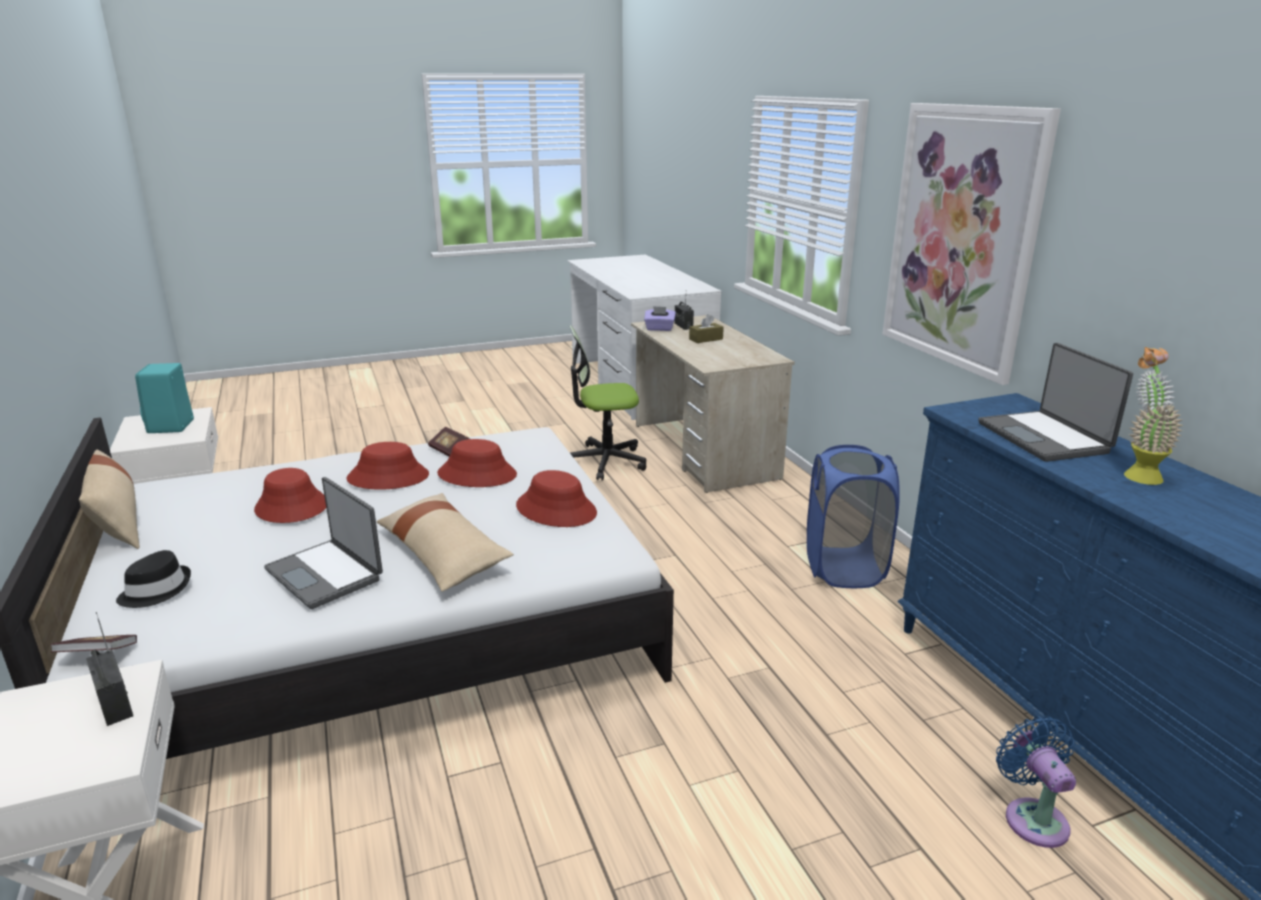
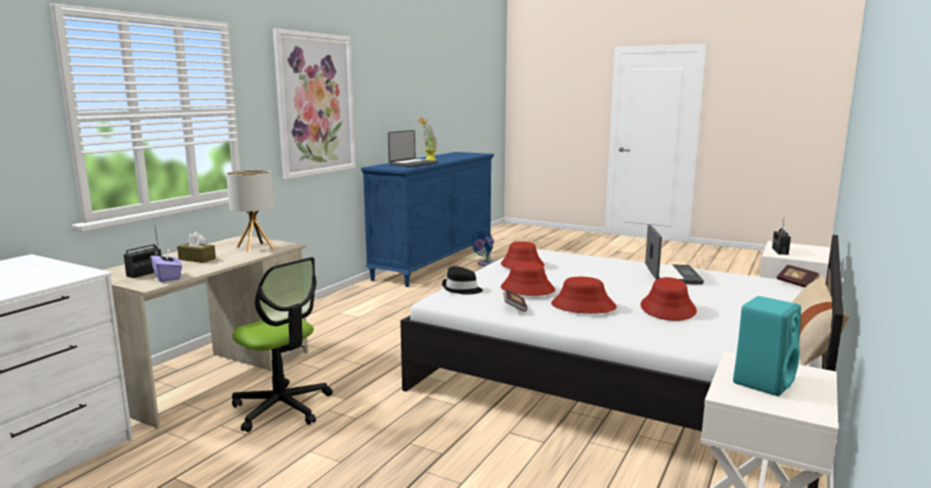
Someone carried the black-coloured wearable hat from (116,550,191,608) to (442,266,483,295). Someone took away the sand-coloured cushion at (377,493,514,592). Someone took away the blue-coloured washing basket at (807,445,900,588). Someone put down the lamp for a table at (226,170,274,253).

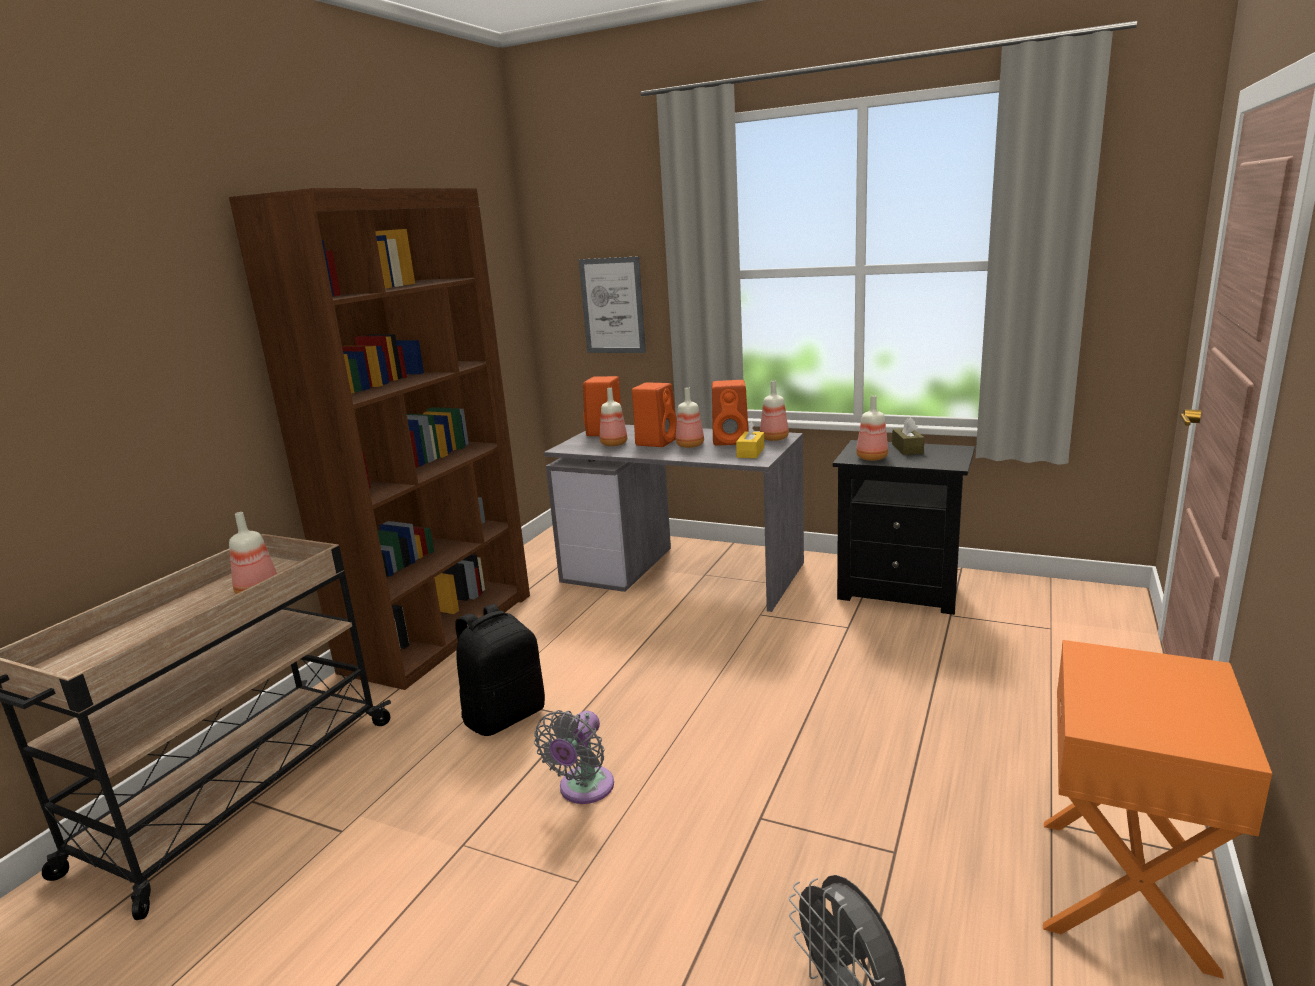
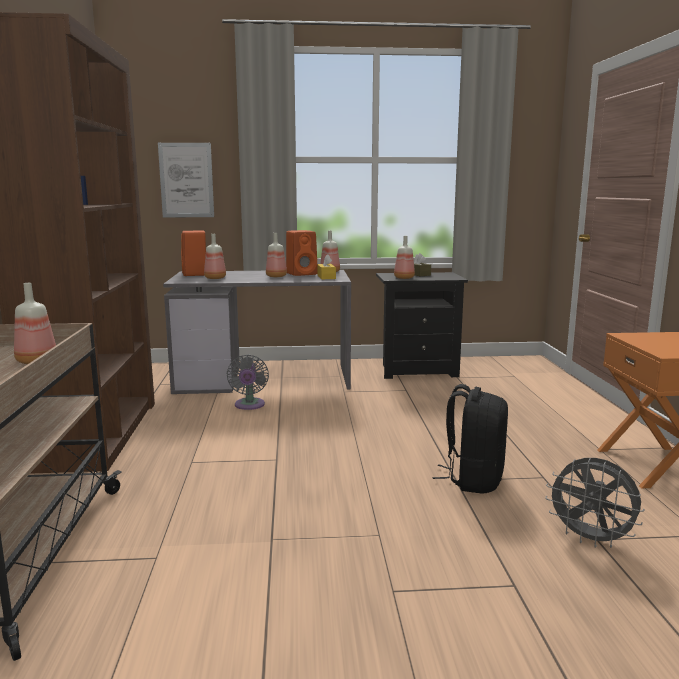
Someone carried the black-coloured knapsack from (455,604,545,736) to (432,384,508,494). Someone carried the greyish fan from (534,710,614,804) to (227,355,269,410). Someone took away the orangey speaker at (632,382,677,447).

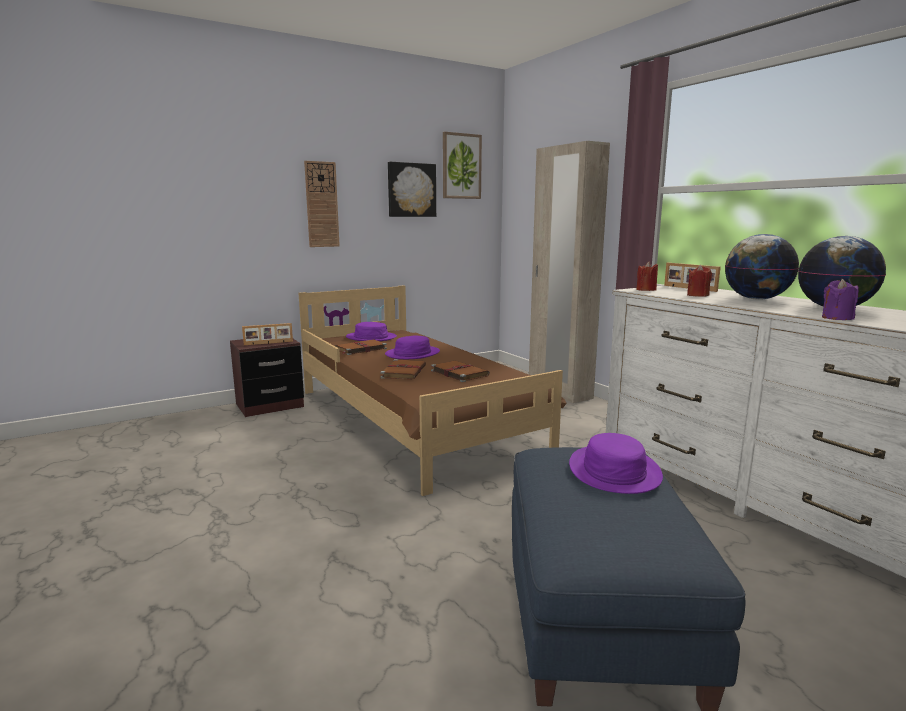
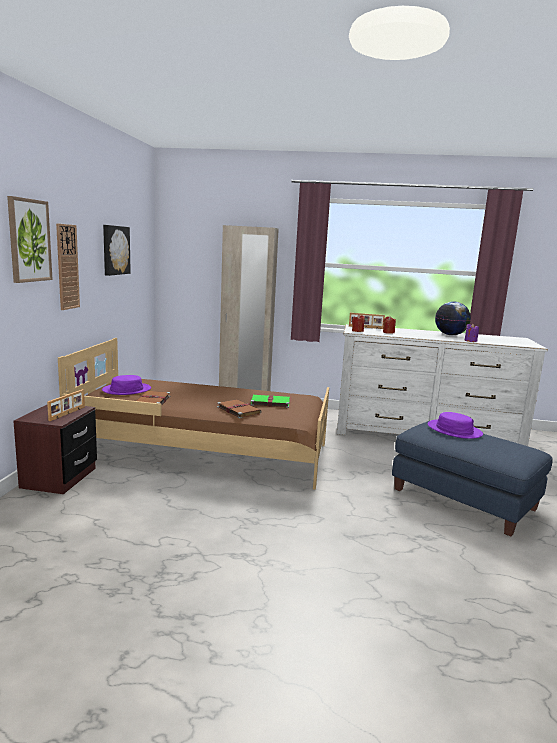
Someone took away the purple-coloured wearable hat at (385,335,440,359). Someone repainted the brown-coloured bound book at (431,361,490,382), which became the green bound book at (249,395,290,408). Someone carried the wall picture from (443,132,482,199) to (7,196,53,283). Someone took away the desk globe at (725,234,799,300).

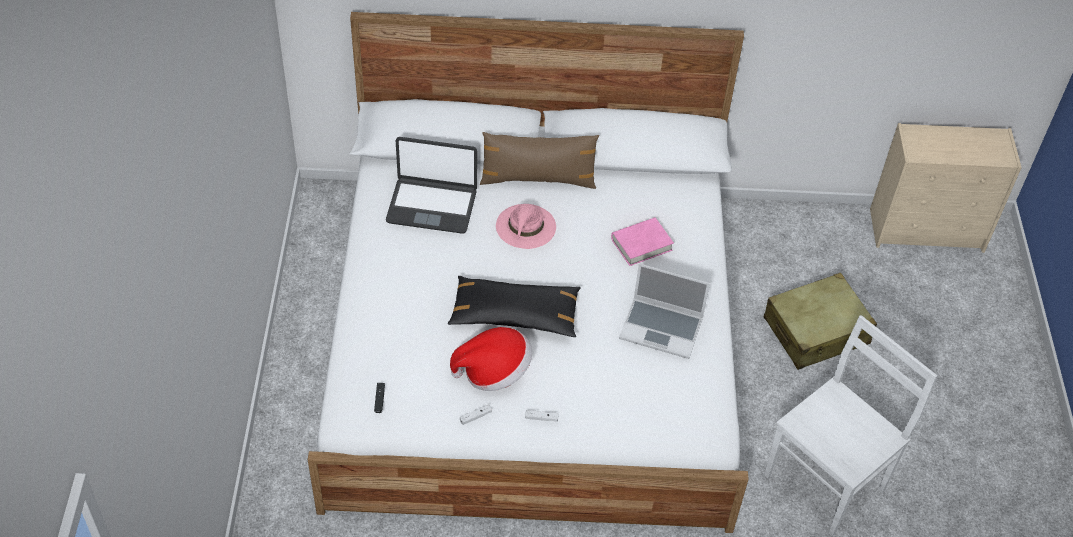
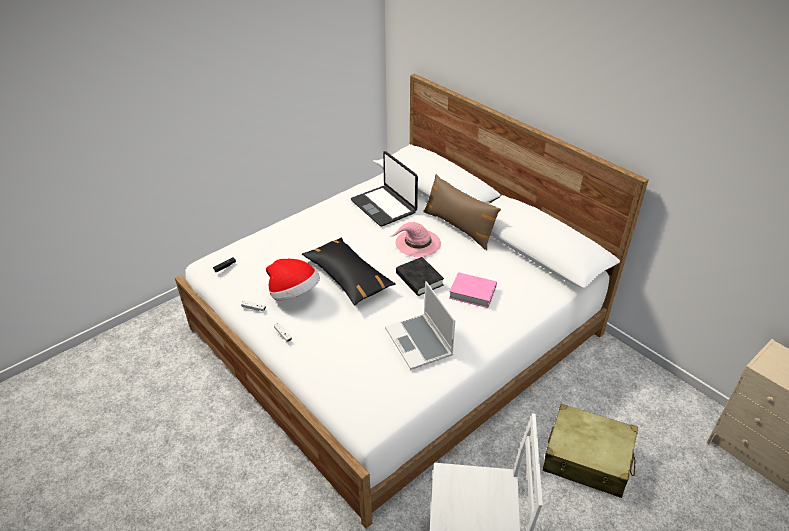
Someone put down the black-coloured bound book at (396,257,444,296).

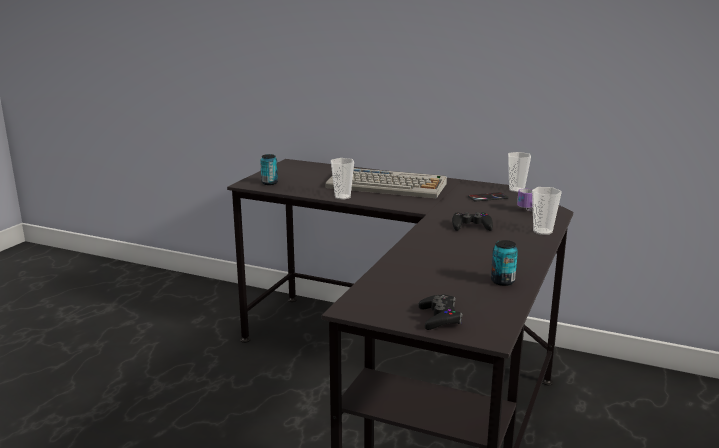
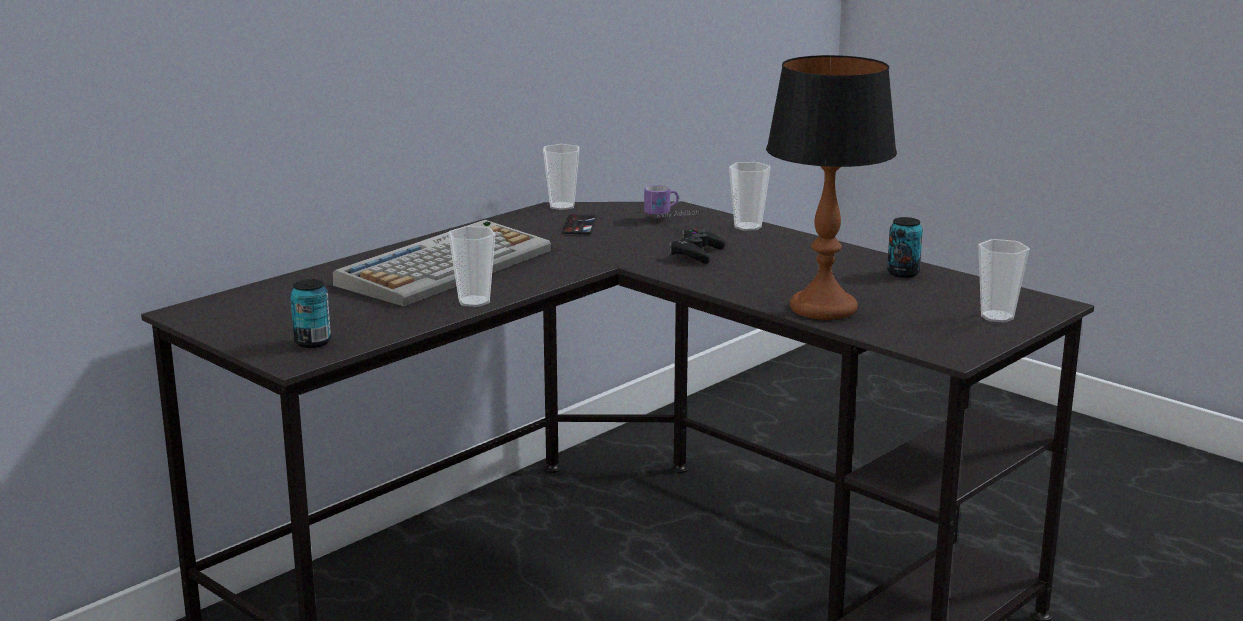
Someone swapped the black-coloured joypad at (418,294,462,330) for the small cup at (978,239,1030,323). Someone put down the lamp for a table at (766,55,897,320).

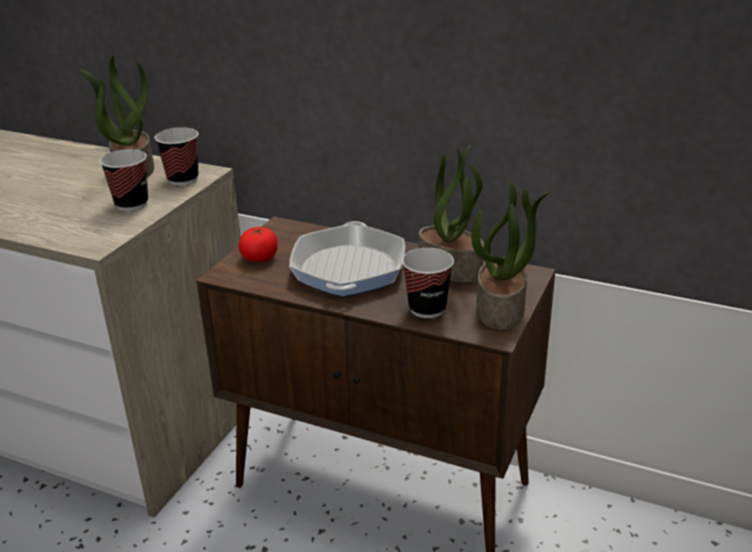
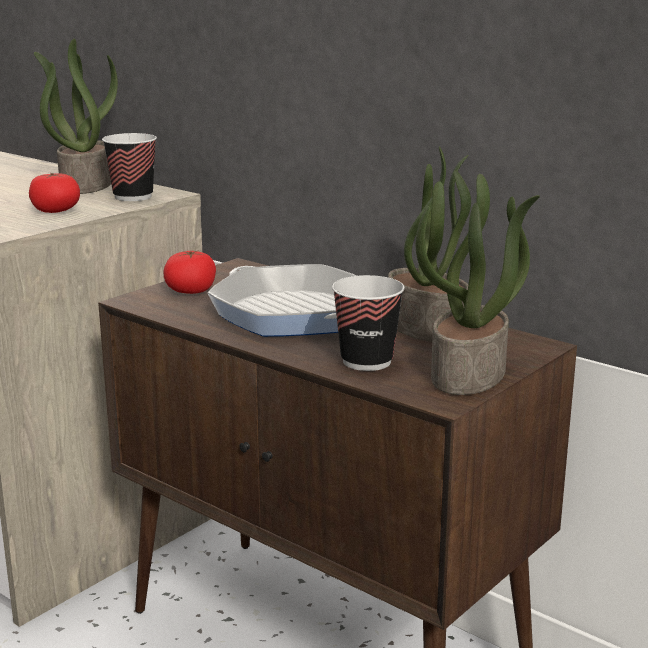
Someone swapped the small cup at (100,149,148,211) for the tomato at (29,173,80,213). Someone rotated the skillet at (289,221,405,297) by 120 degrees clockwise.

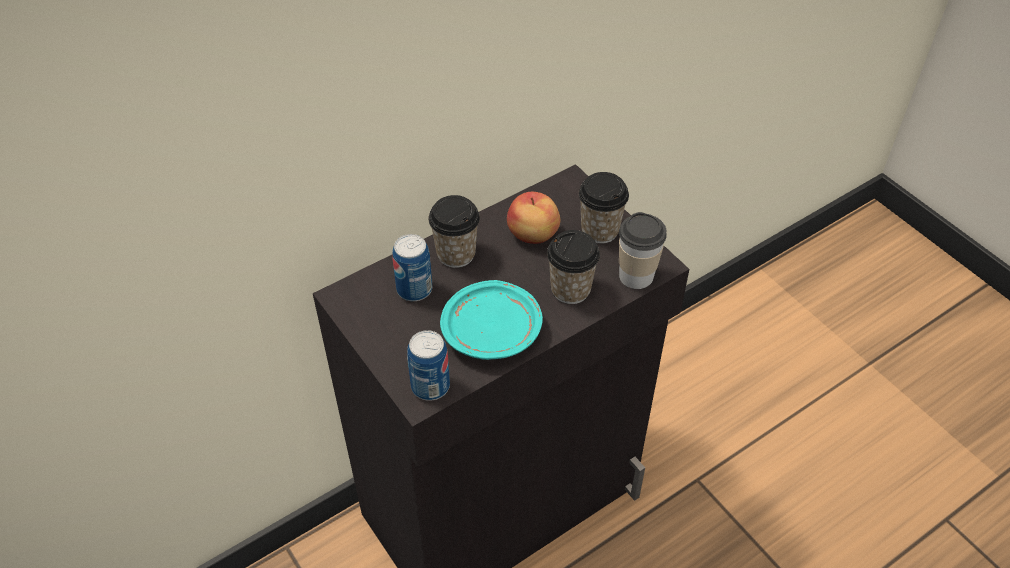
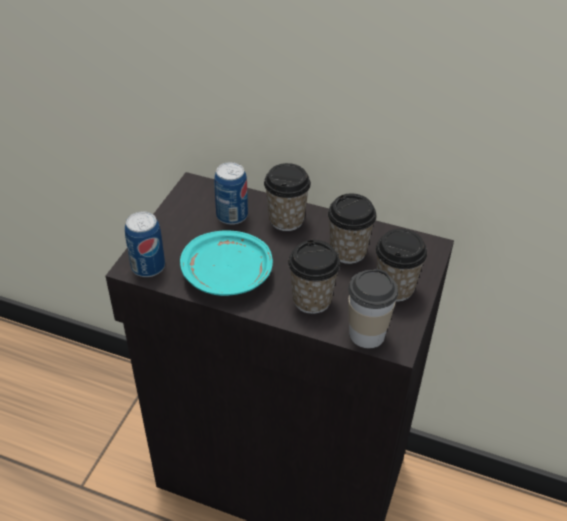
Someone swapped the apple fruit at (507,192,560,244) for the small cup at (328,193,377,264).

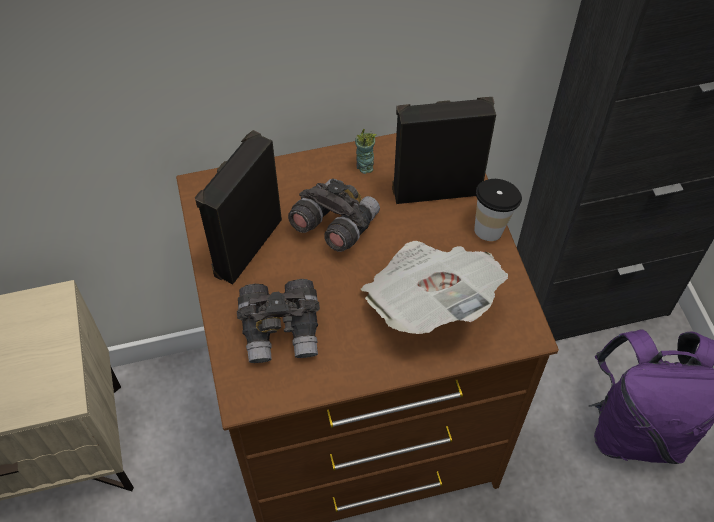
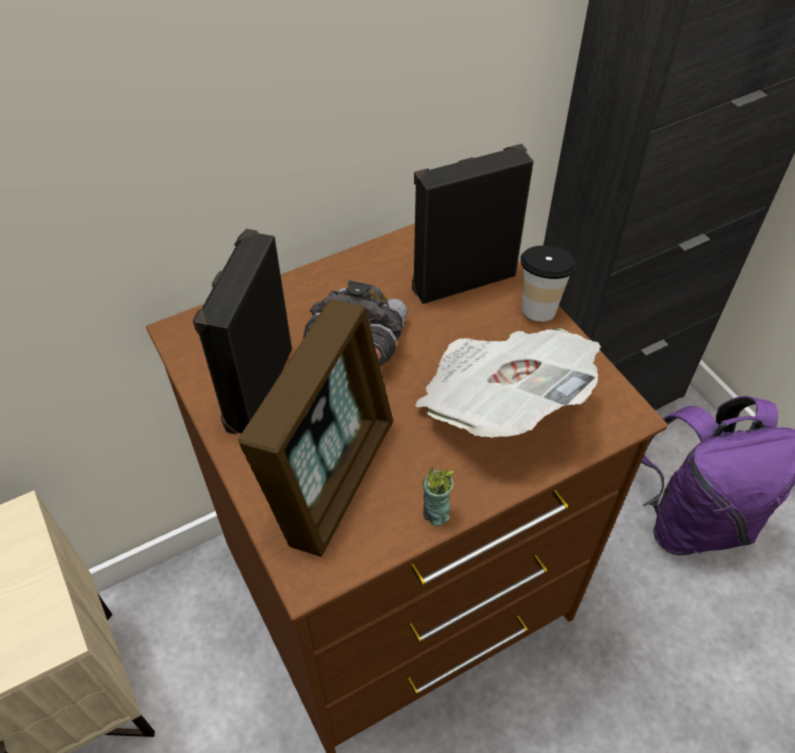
Someone swapped the greyish pair of binoculars at (237,279,320,363) for the picture frame at (238,300,393,557). Someone carried the small cup from (355,129,377,174) to (422,466,454,526).

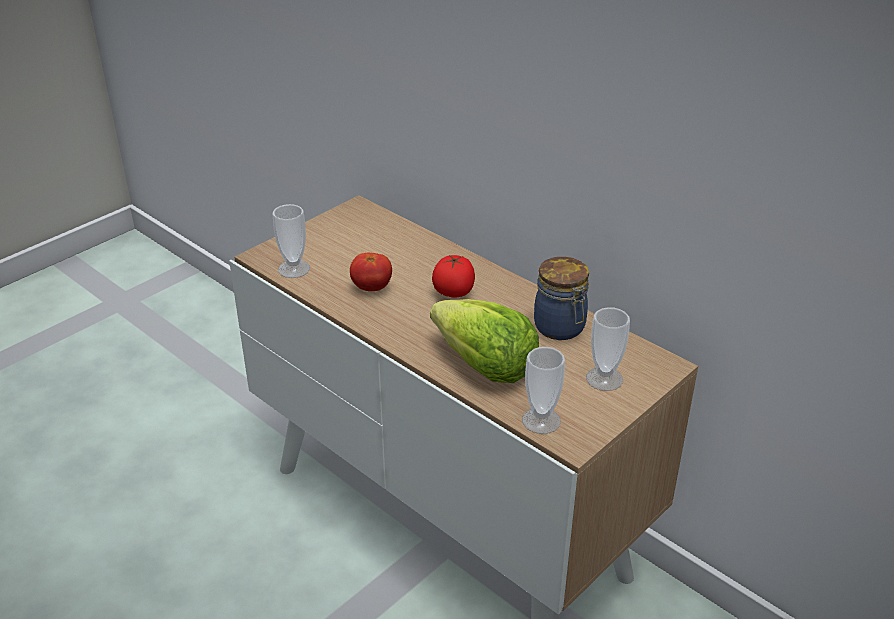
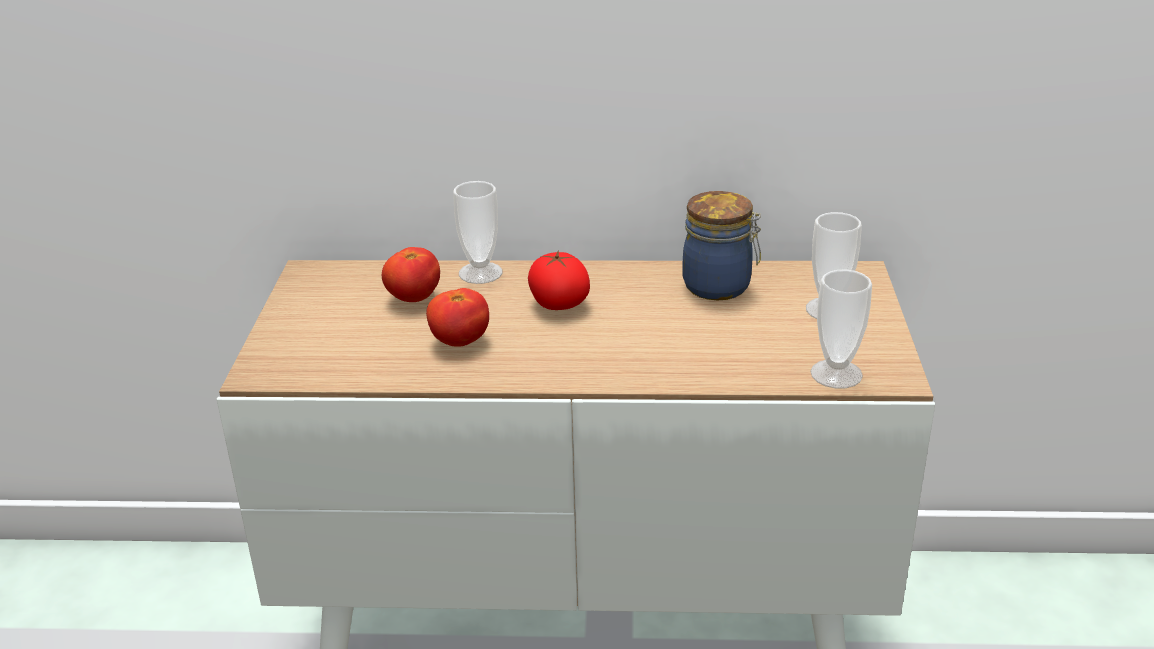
Someone carried the small cup from (273,204,310,278) to (453,181,502,284). Someone took away the lettuce at (430,299,539,383). Someone put down the tomato at (382,247,440,302).

